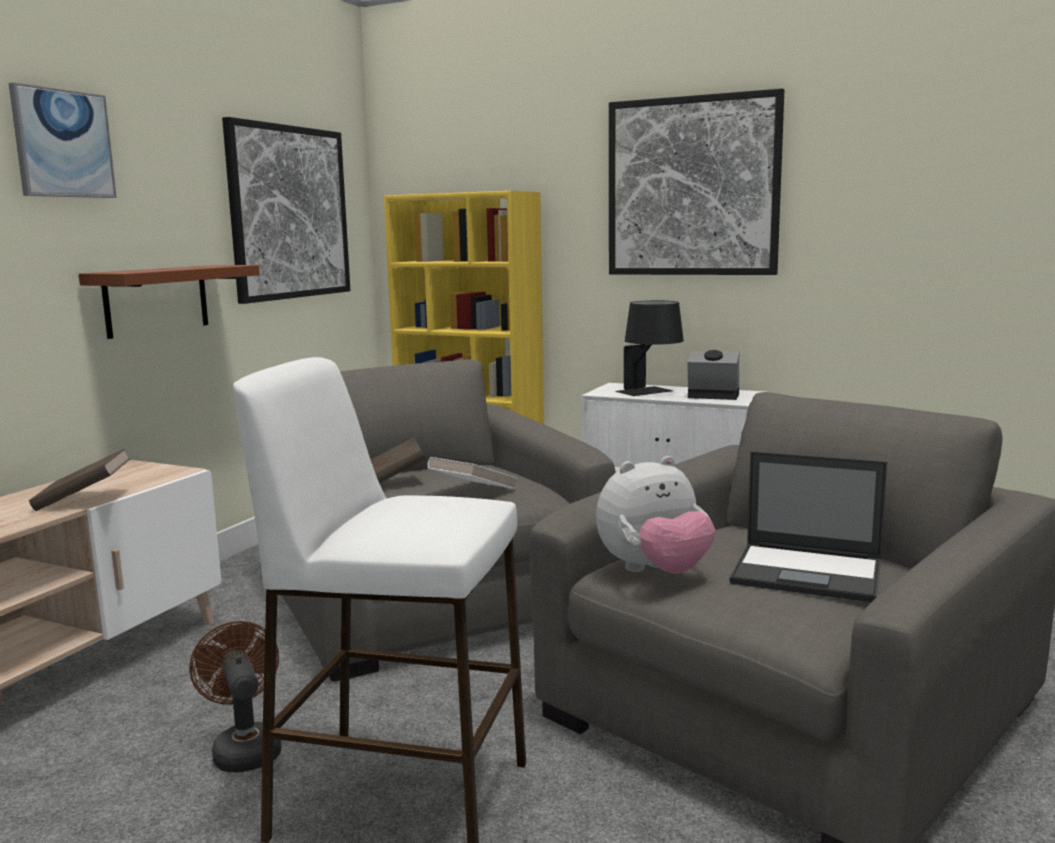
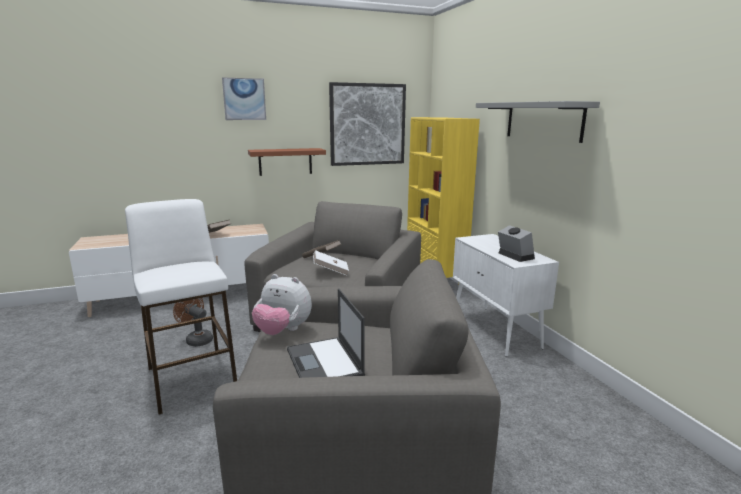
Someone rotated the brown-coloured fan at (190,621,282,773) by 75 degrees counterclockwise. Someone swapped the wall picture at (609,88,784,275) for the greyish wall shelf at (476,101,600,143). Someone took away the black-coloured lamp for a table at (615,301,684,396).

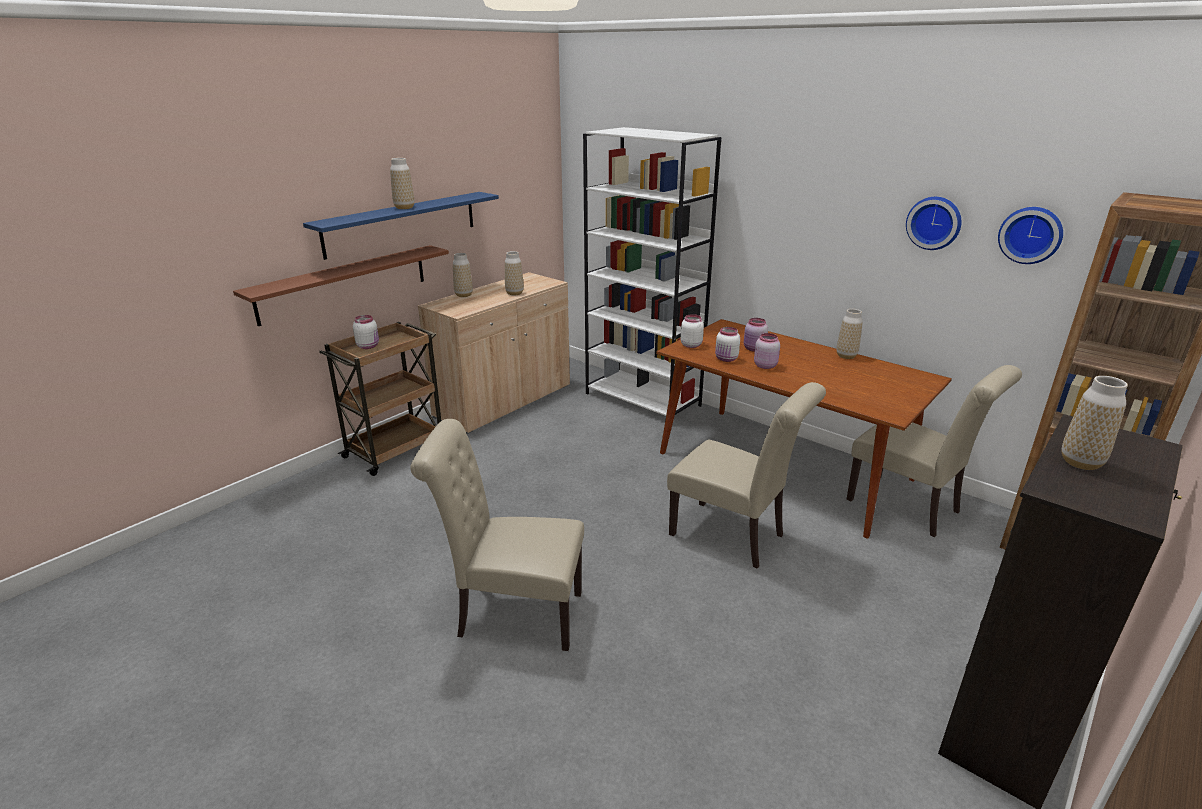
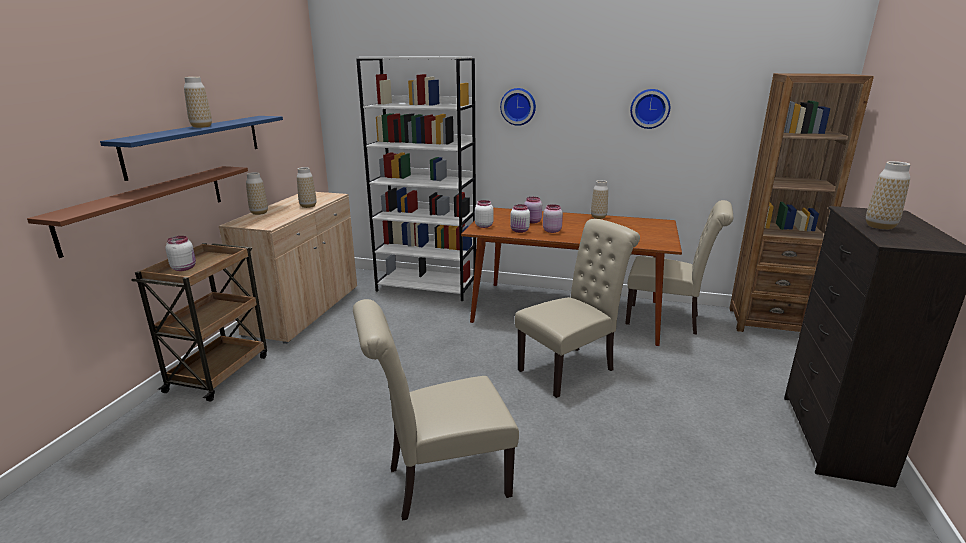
Someone rotated the sand-coloured plain chair at (667,382,826,569) by 45 degrees counterclockwise. Someone carried the wall clock from (998,207,1063,264) to (500,88,536,126).

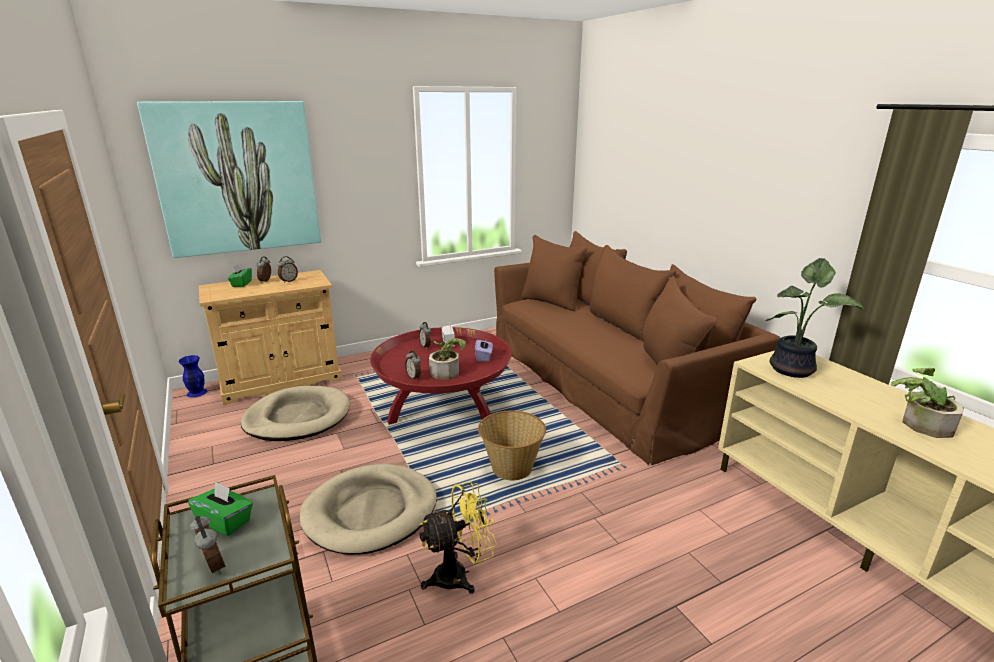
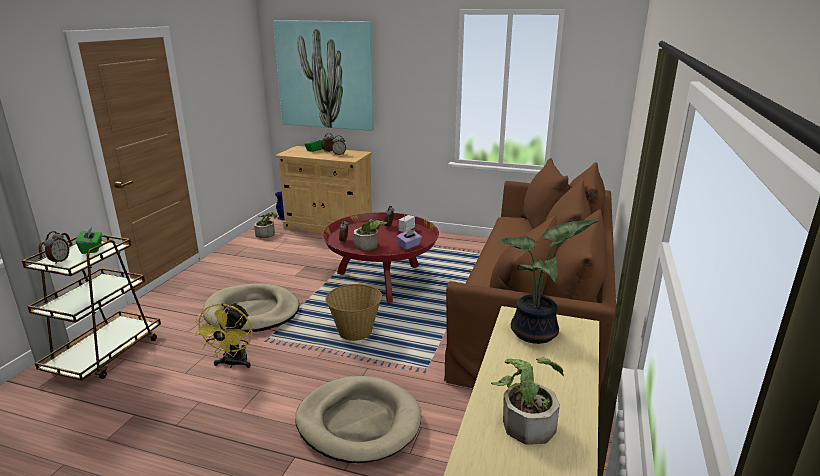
Someone carried the sand-coloured dog bed from (241,386,350,441) to (295,376,421,463). Someone rotated the yellow-coloured fan at (419,482,497,594) by 75 degrees clockwise. Someone put down the potted plant at (254,212,278,238).

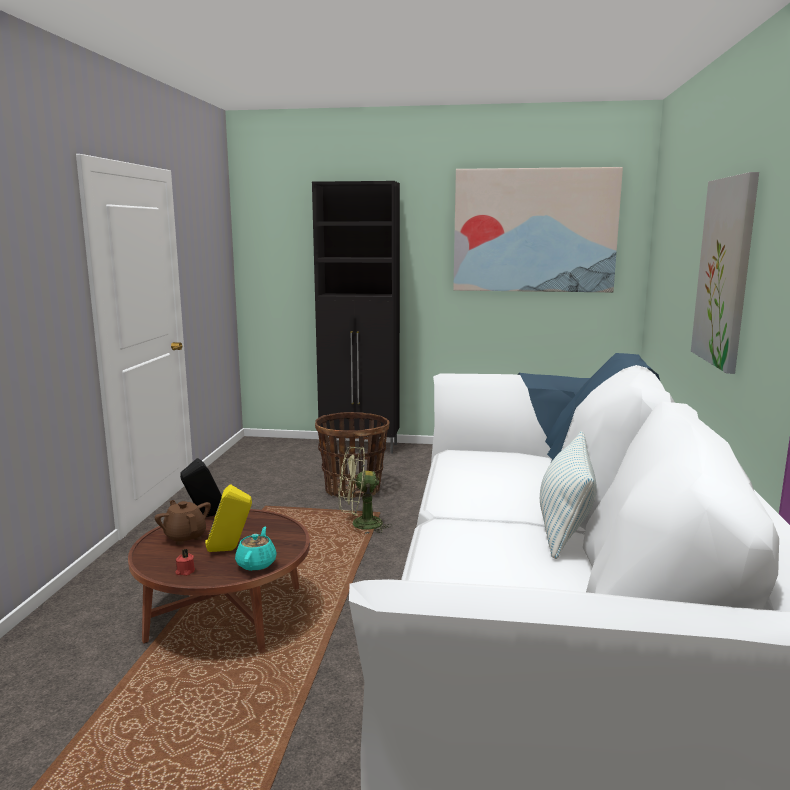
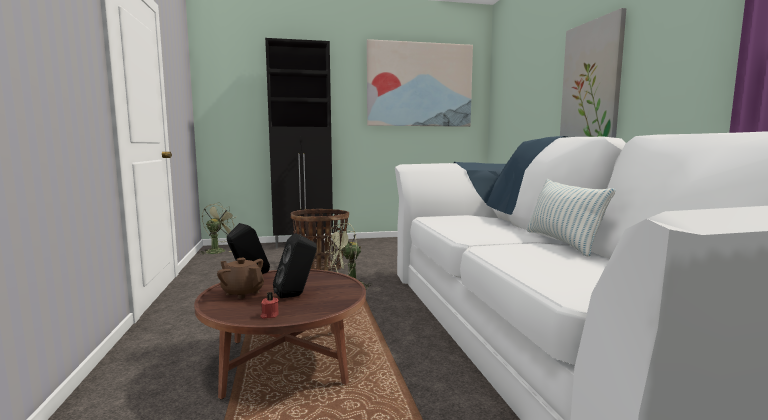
Someone repainted the yellow-coloured speaker at (205,484,252,552), which became the black-coloured speaker at (273,234,317,298). Someone took away the turquoise-coloured tea pot at (235,526,277,571). Someone put down the green fan at (200,202,236,255).

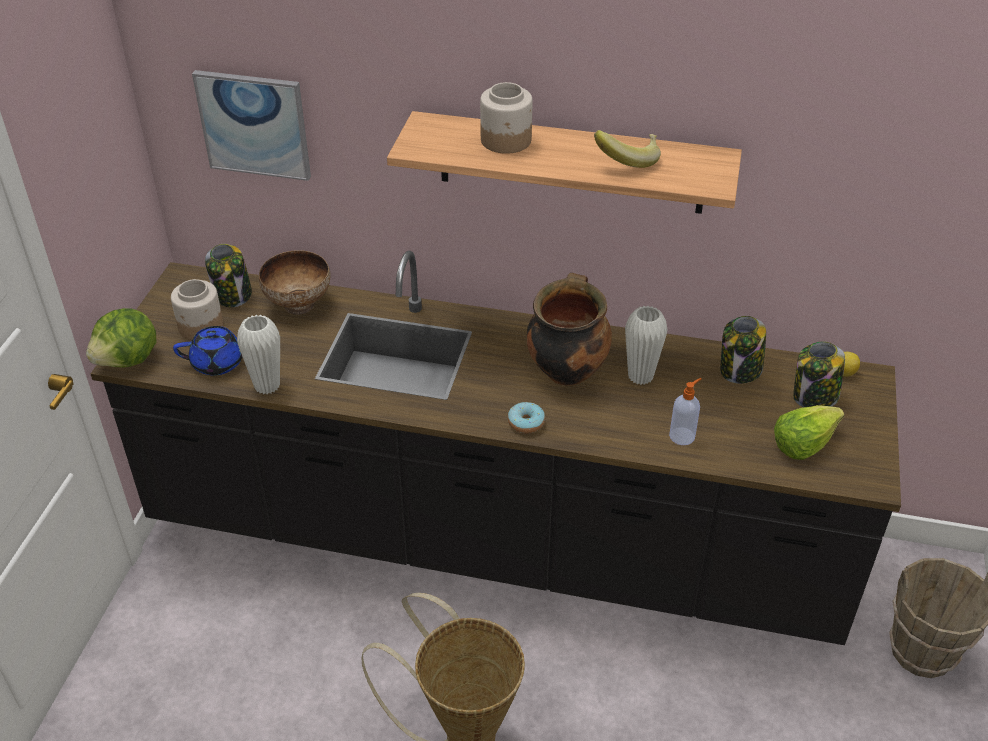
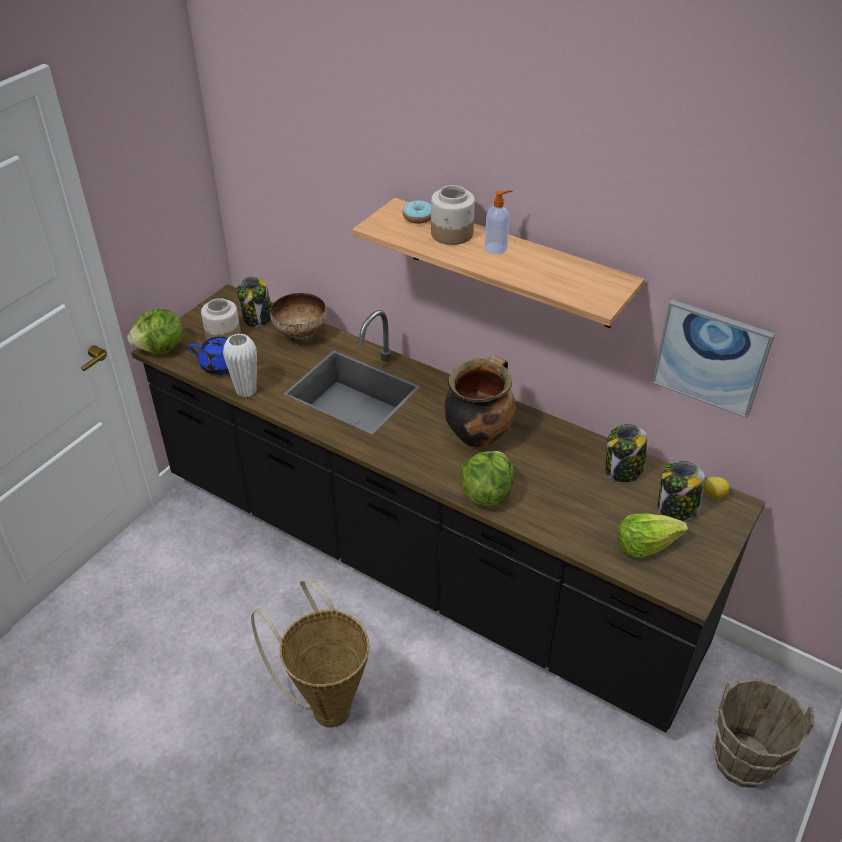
Someone carried the wall picture from (192,70,311,181) to (652,300,775,418). Someone carried the ring doughnut from (508,402,545,434) to (403,200,431,224). Someone took away the banana fruit at (594,130,661,168). Someone took away the whitish vase at (625,306,668,385). Someone carried the soap dispenser from (669,378,702,445) to (485,190,512,254). Someone put down the lettuce at (460,451,514,507).

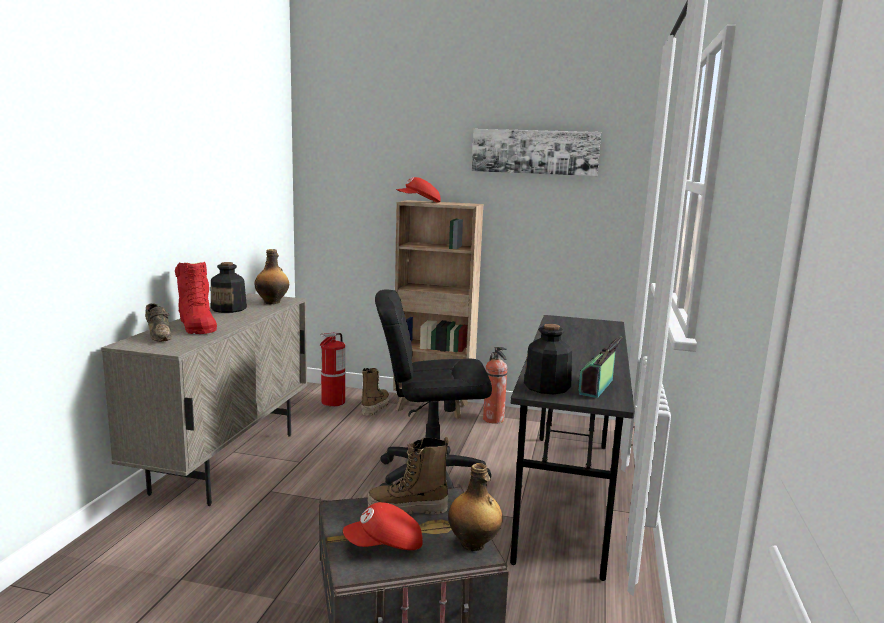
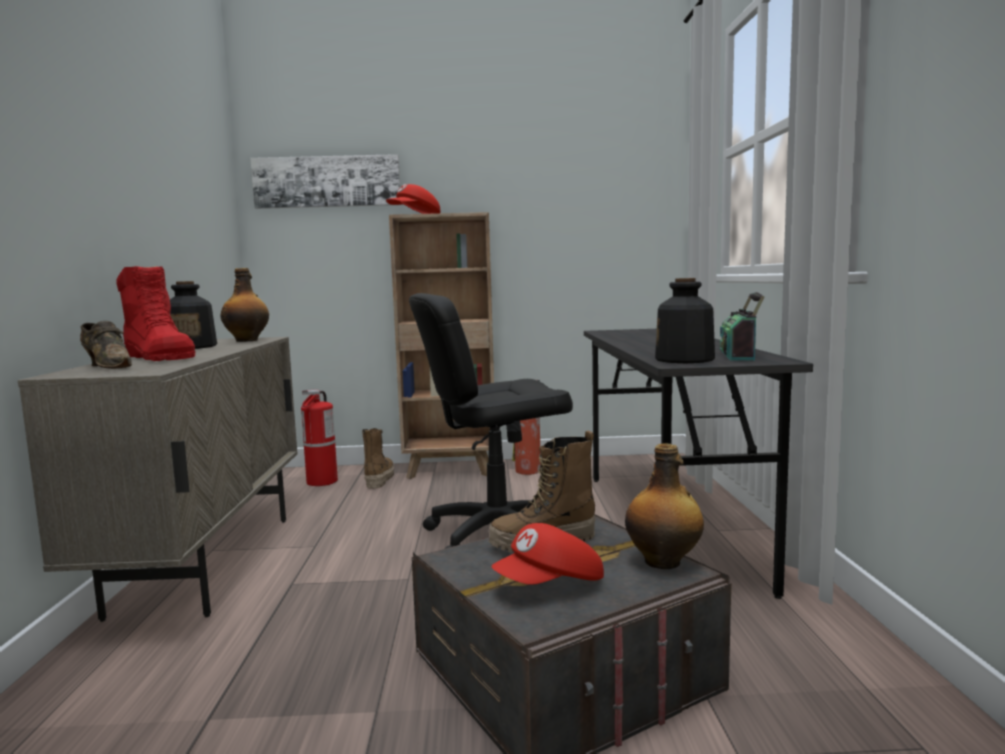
Someone carried the wall picture from (472,129,601,176) to (250,154,400,209).

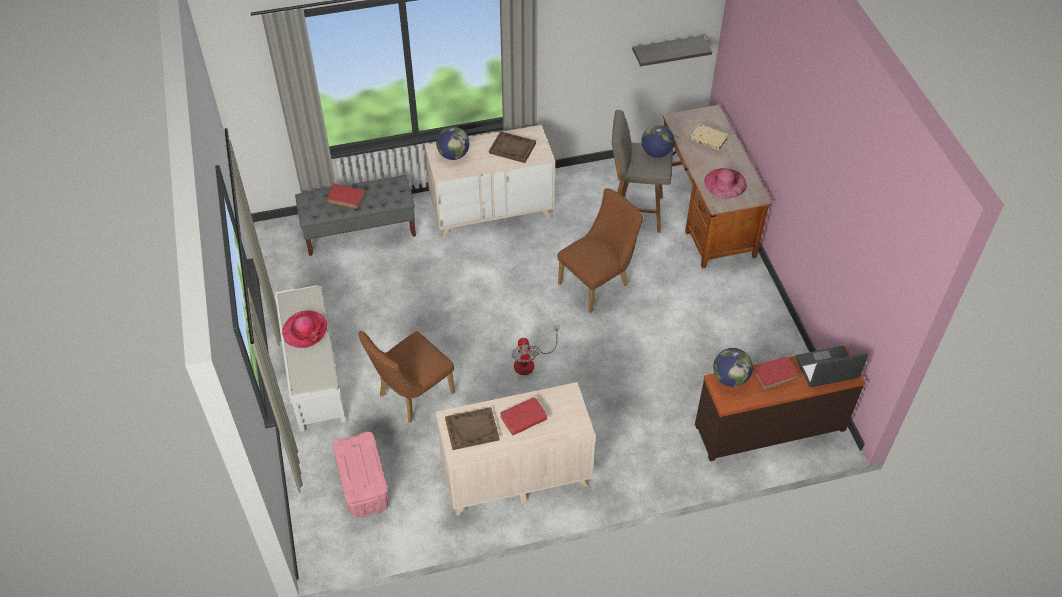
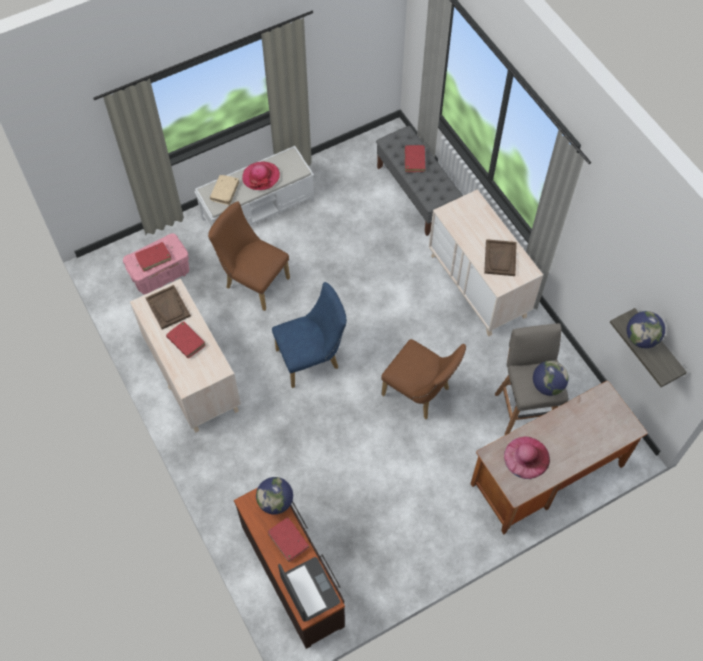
Someone carried the desk globe from (436,126,469,160) to (627,311,665,348). Someone swapped the fan at (512,326,559,375) for the blue-coloured plain chair at (272,282,347,388). Someone carried the sand-coloured bound book from (690,124,728,151) to (210,175,239,205). Someone put down the reddish bound book at (135,242,172,272).

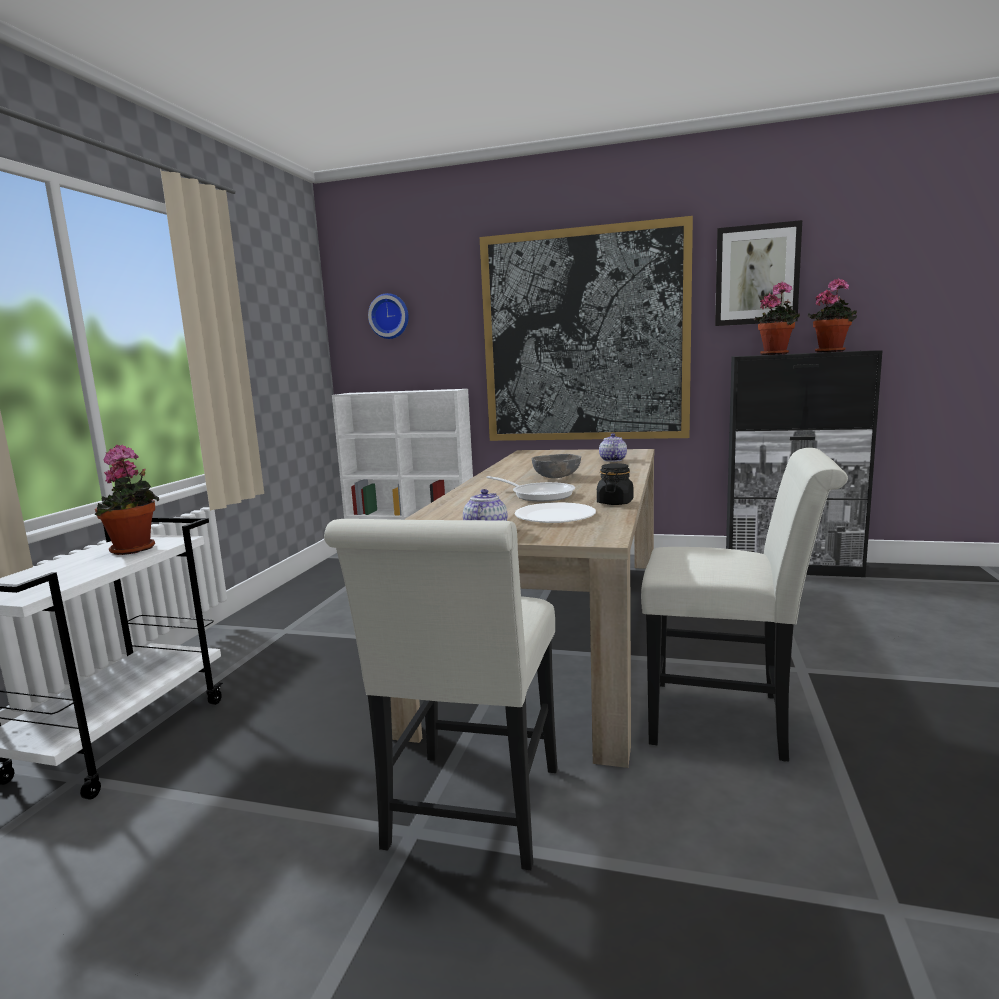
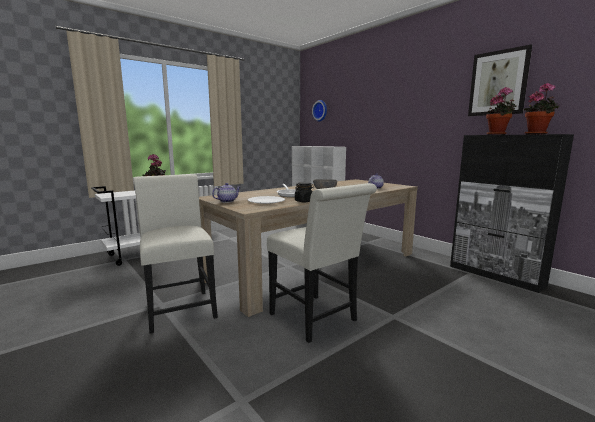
Someone rotated the whitish plain chair at (324,519,557,870) by 105 degrees clockwise. Someone took away the wall picture at (480,216,693,441).

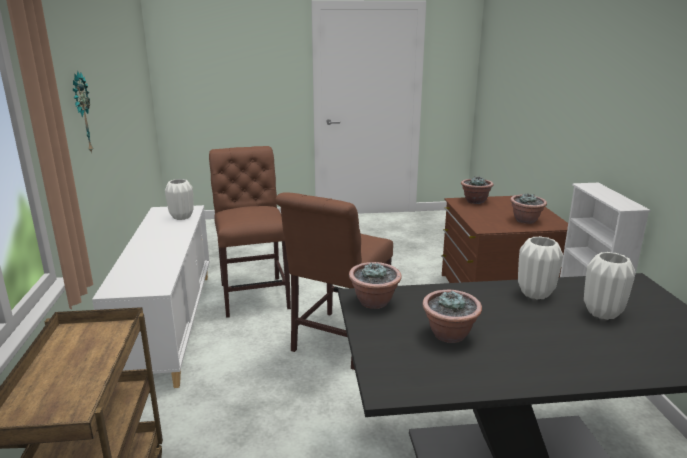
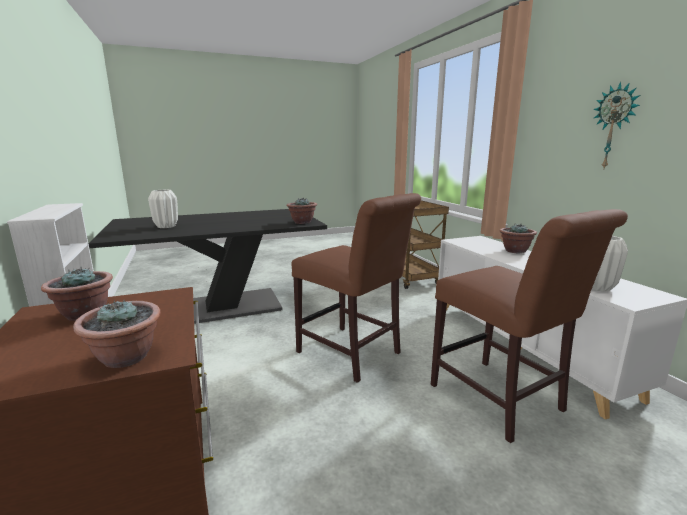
Someone rotated the brown-coloured plain chair at (275,192,393,370) by 120 degrees clockwise. Someone carried the potted plant from (422,289,482,343) to (500,223,537,253). Someone took away the whitish vase at (518,236,563,299).

